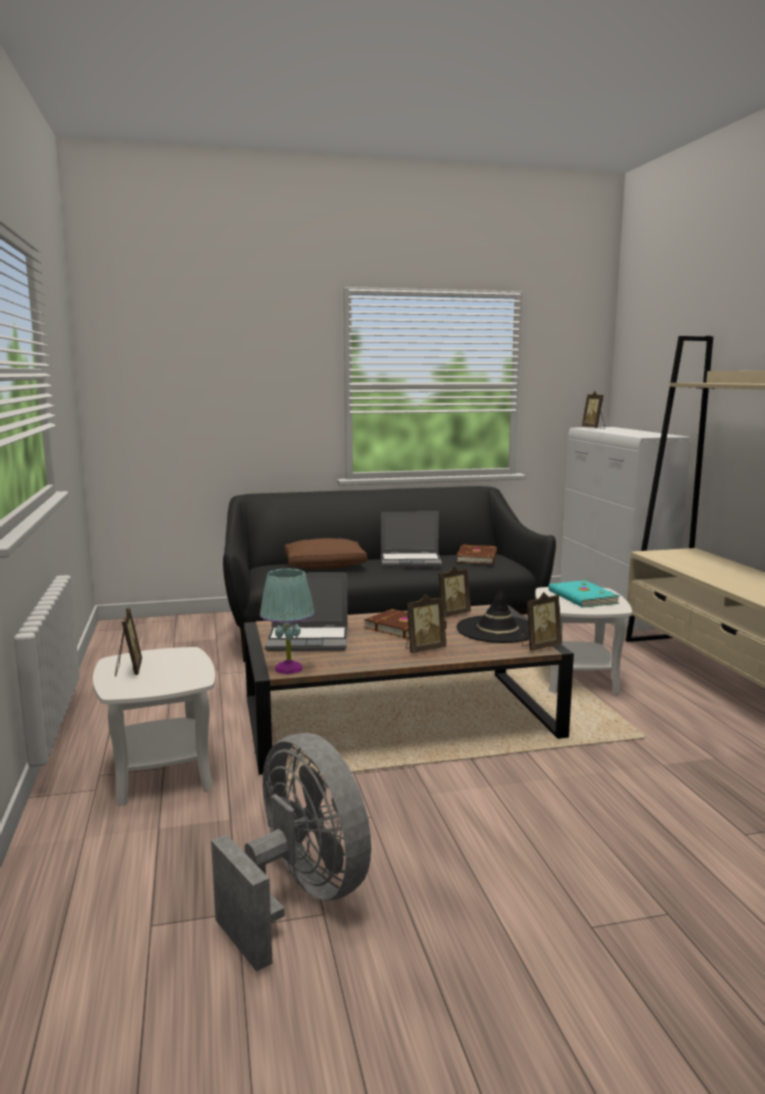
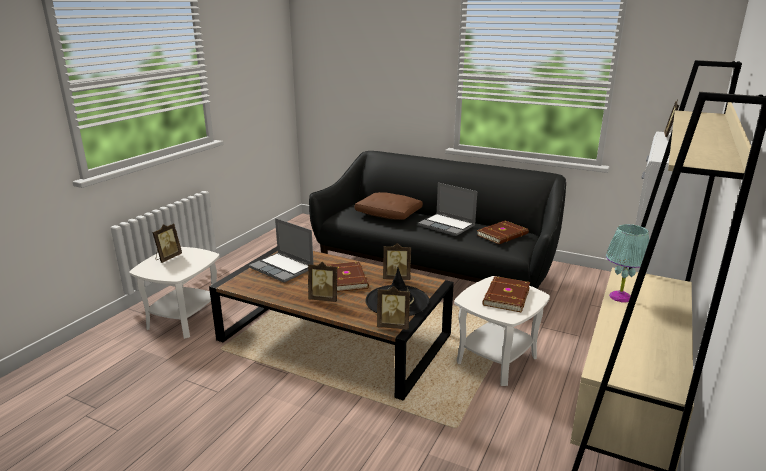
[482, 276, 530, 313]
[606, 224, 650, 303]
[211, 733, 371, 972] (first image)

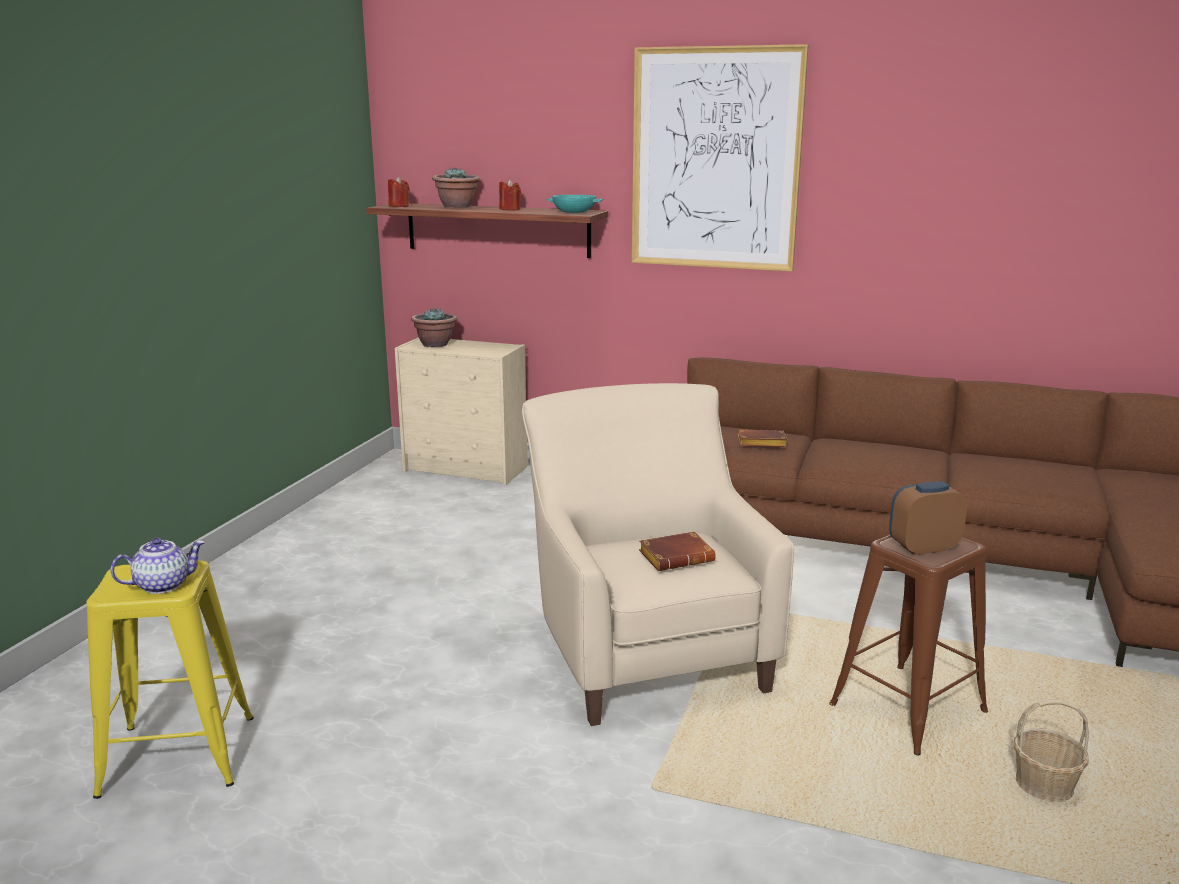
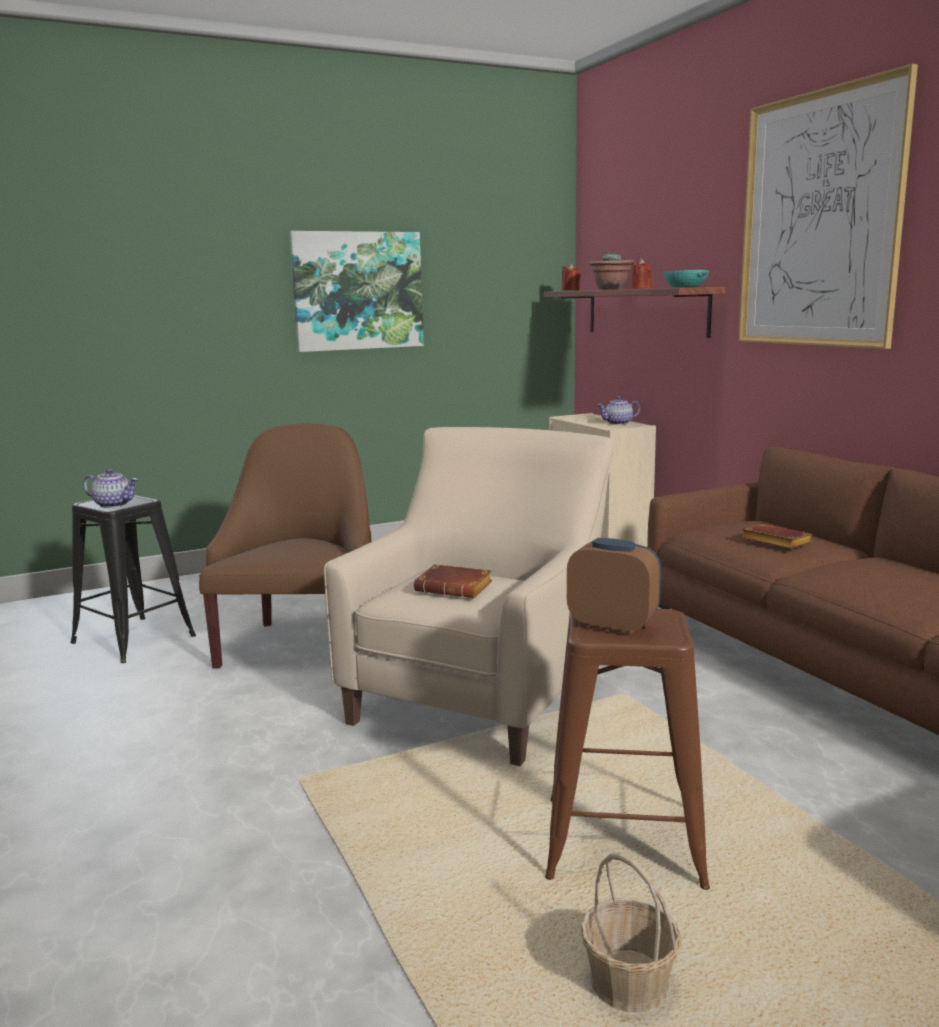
[70, 495, 196, 663]
[199, 423, 371, 668]
[289, 231, 424, 352]
[598, 396, 640, 425]
[411, 308, 457, 347] (first image)

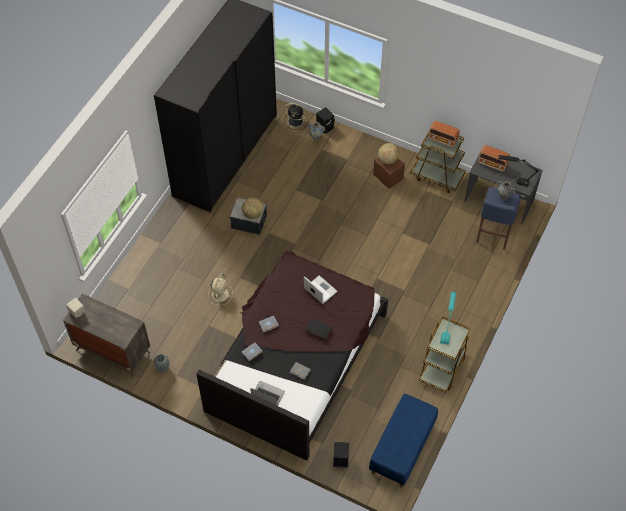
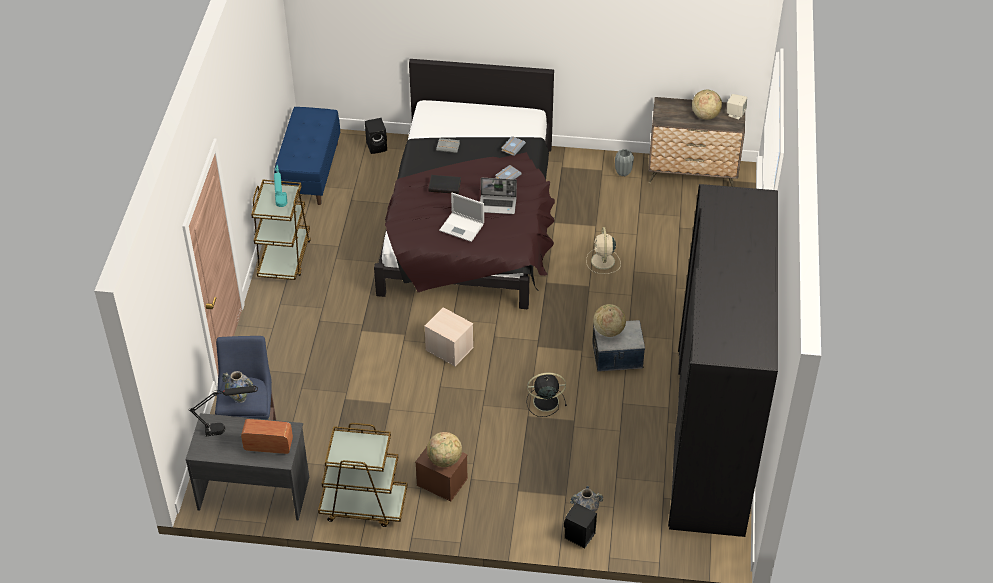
[424, 307, 474, 366]
[480, 178, 517, 214]
[526, 373, 567, 417]
[692, 90, 722, 120]
[429, 121, 460, 147] (first image)

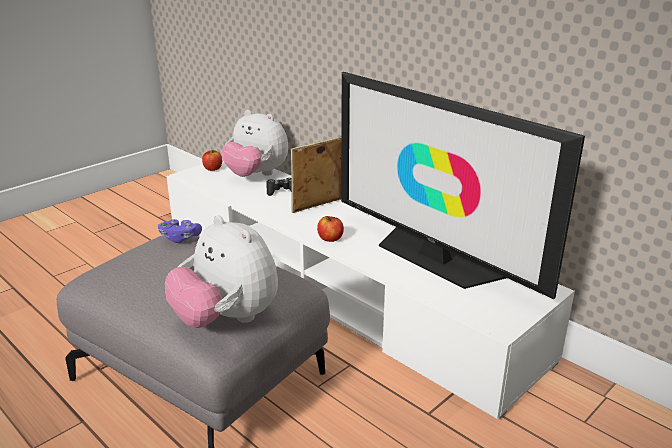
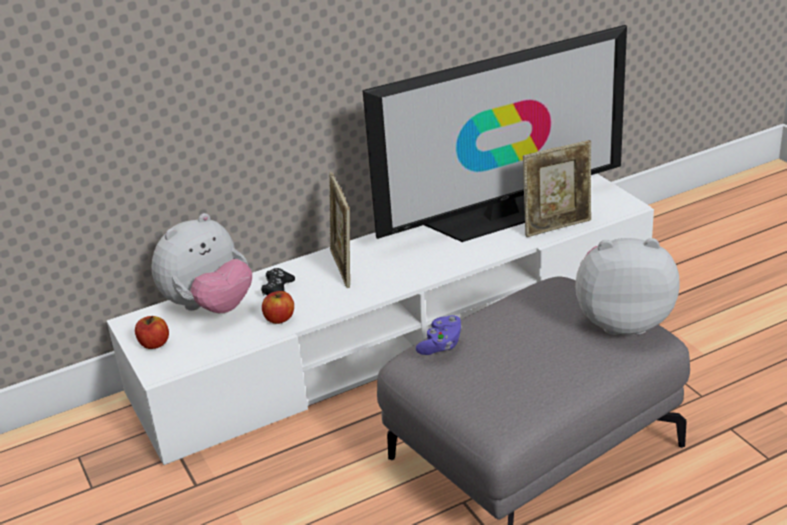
[262, 291, 294, 324]
[523, 140, 591, 237]
[575, 238, 680, 335]

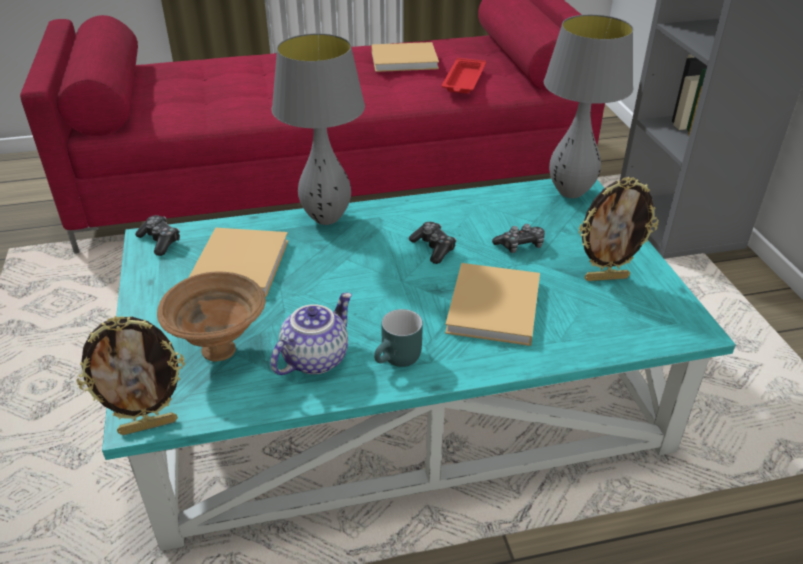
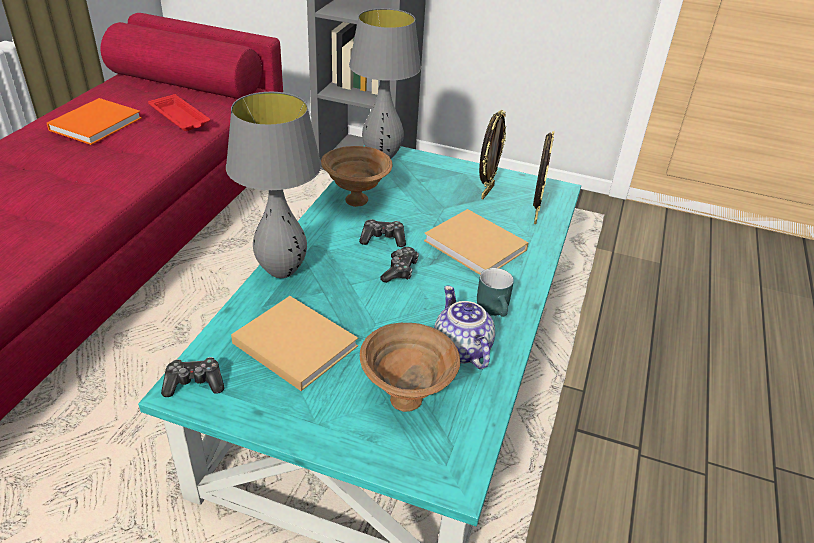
[47, 98, 142, 145]
[321, 146, 393, 207]
[380, 247, 419, 283]
[533, 131, 555, 224]

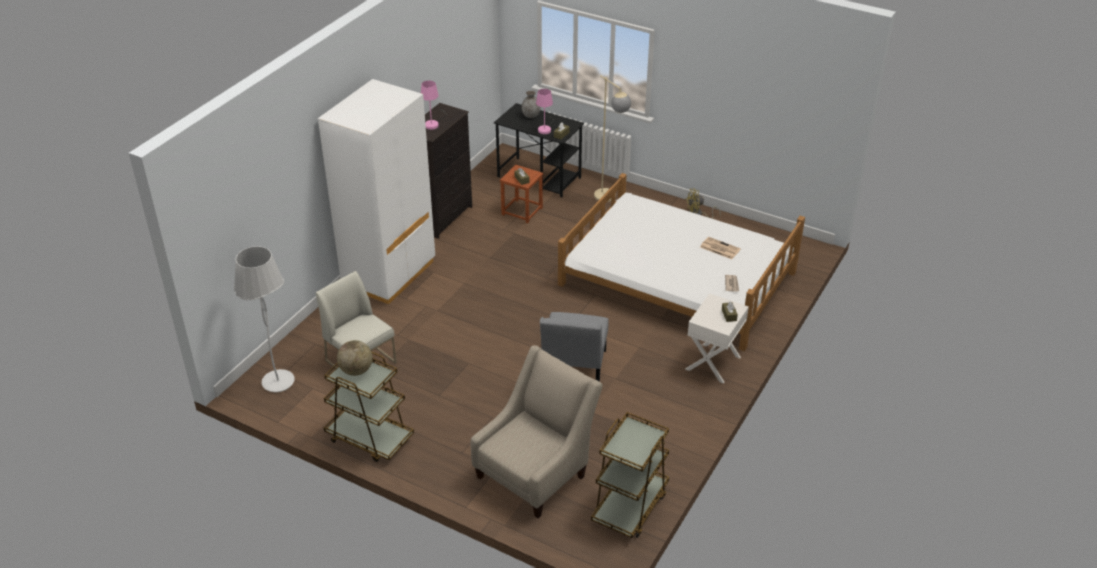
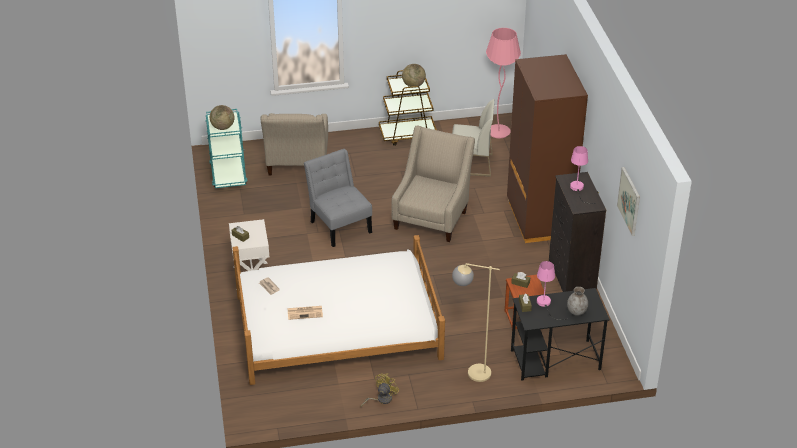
[205, 109, 247, 188]
[210, 105, 234, 130]
[391, 126, 475, 242]
[486, 28, 521, 138]
[507, 54, 588, 243]
[617, 167, 640, 236]

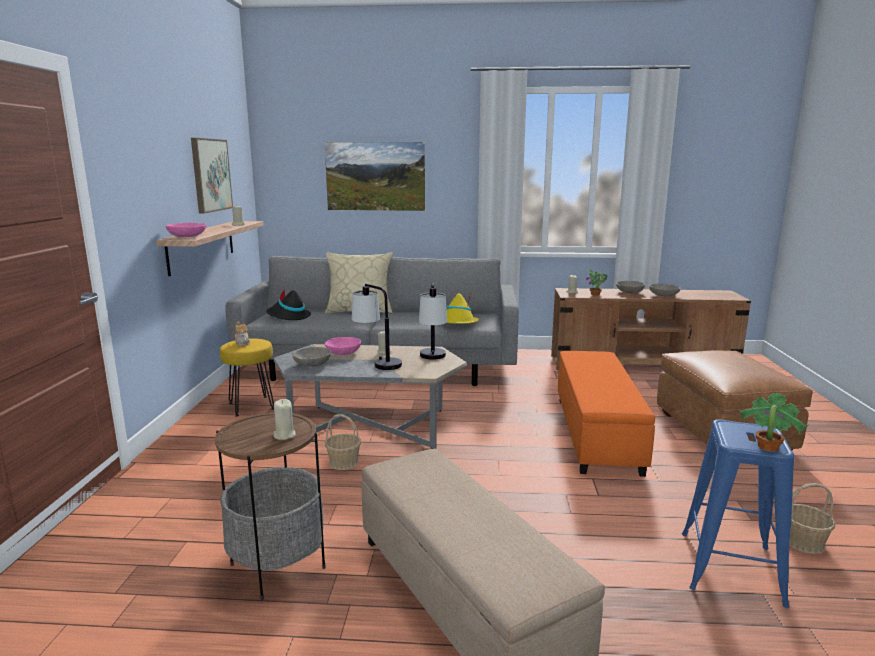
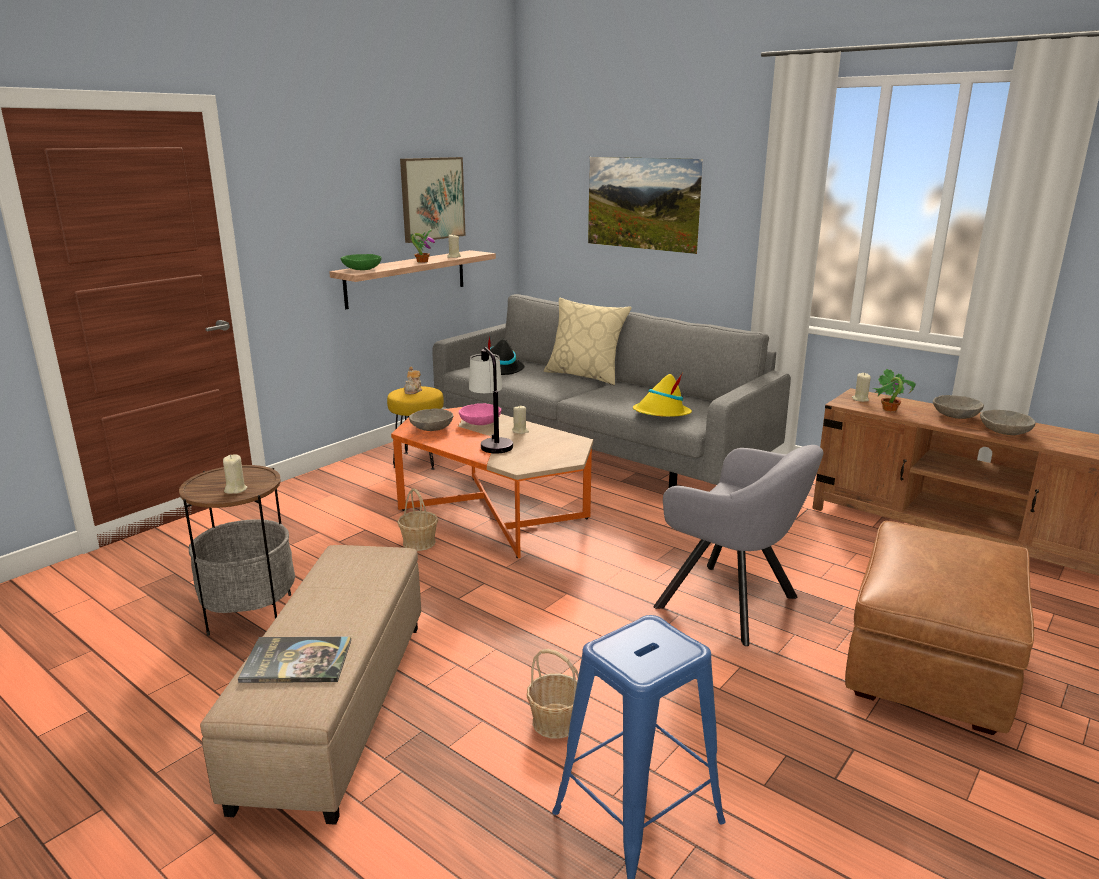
[238, 637, 351, 683]
[341, 254, 381, 270]
[391, 407, 593, 558]
[410, 229, 435, 263]
[527, 649, 579, 738]
[654, 445, 823, 646]
[419, 283, 447, 360] (first image)

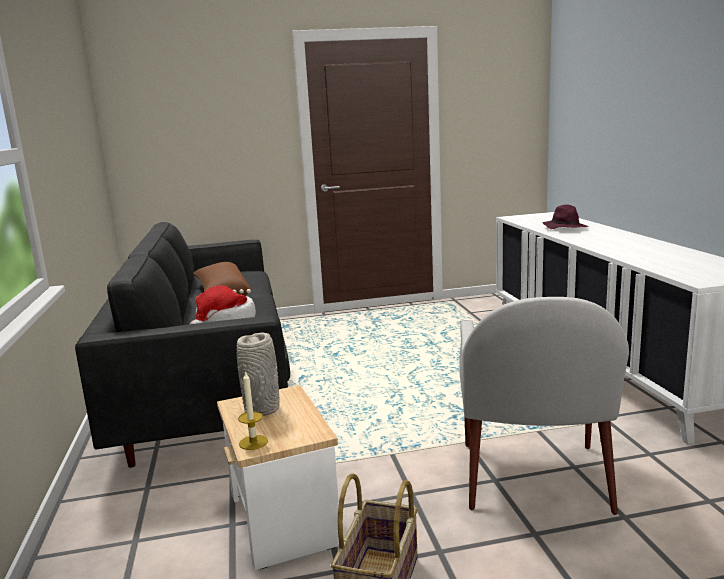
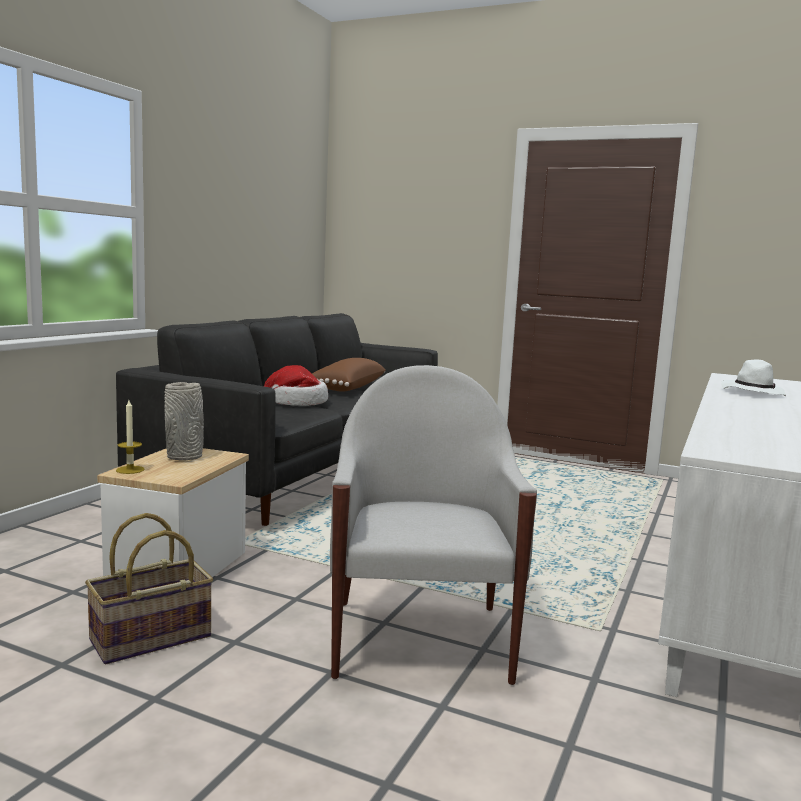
[330, 365, 537, 685]
[721, 360, 786, 396]

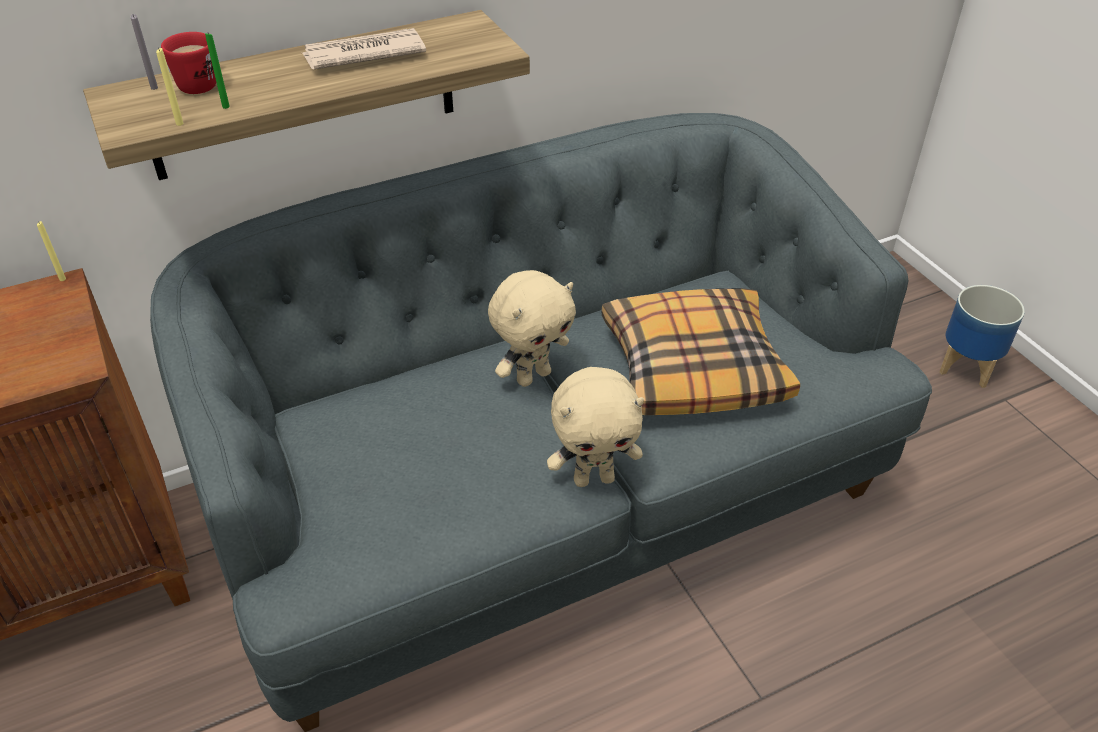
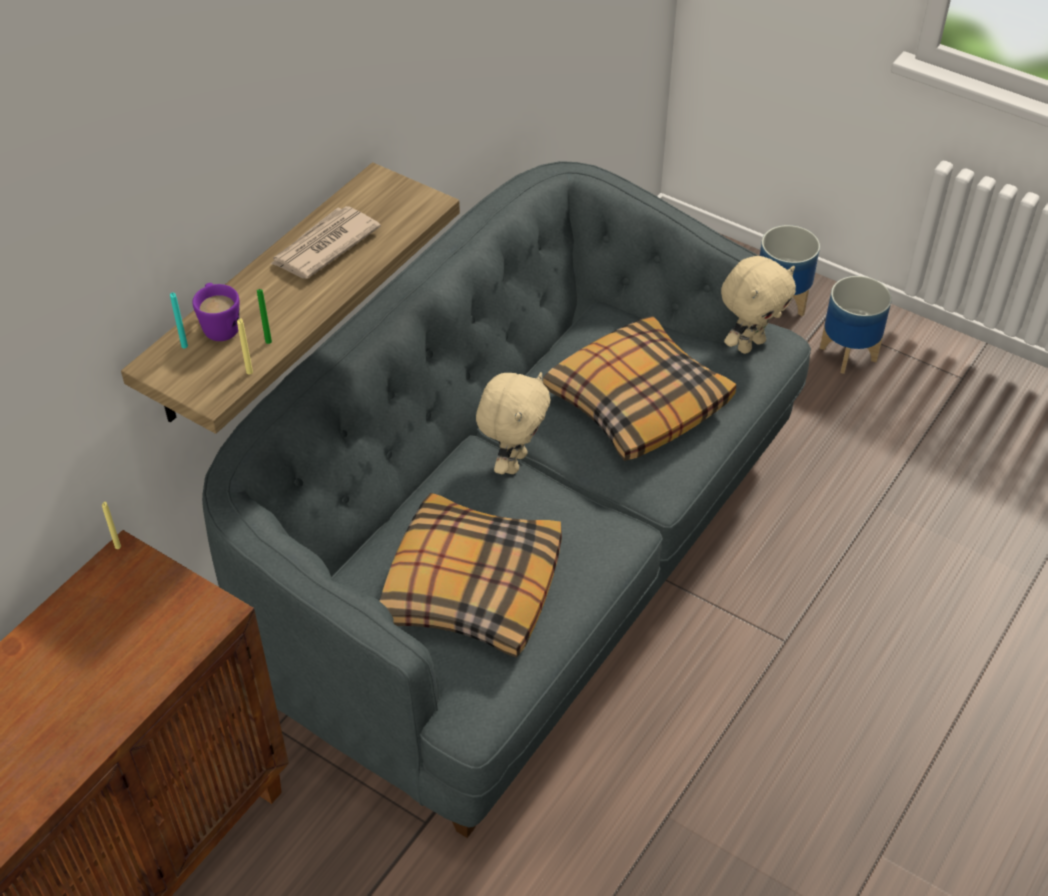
[170, 292, 188, 348]
[192, 283, 240, 341]
[379, 493, 562, 658]
[721, 256, 796, 354]
[820, 276, 892, 374]

